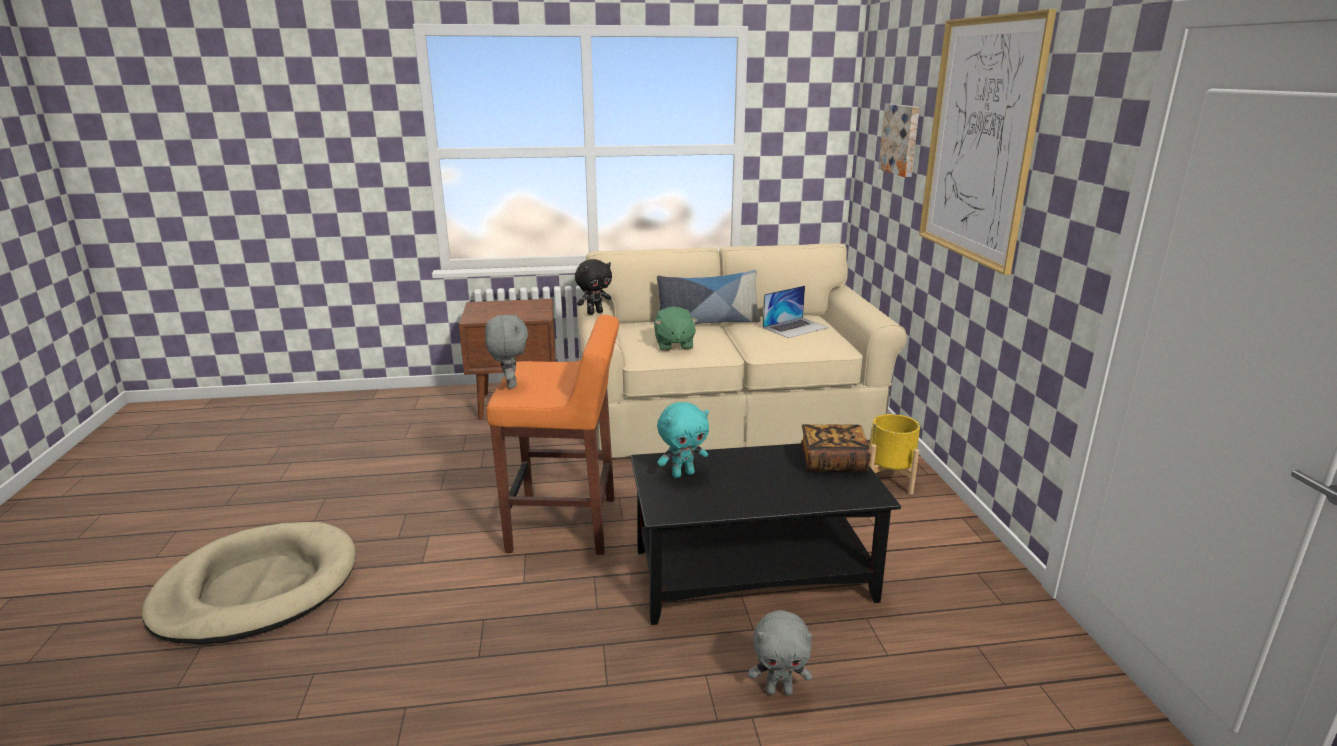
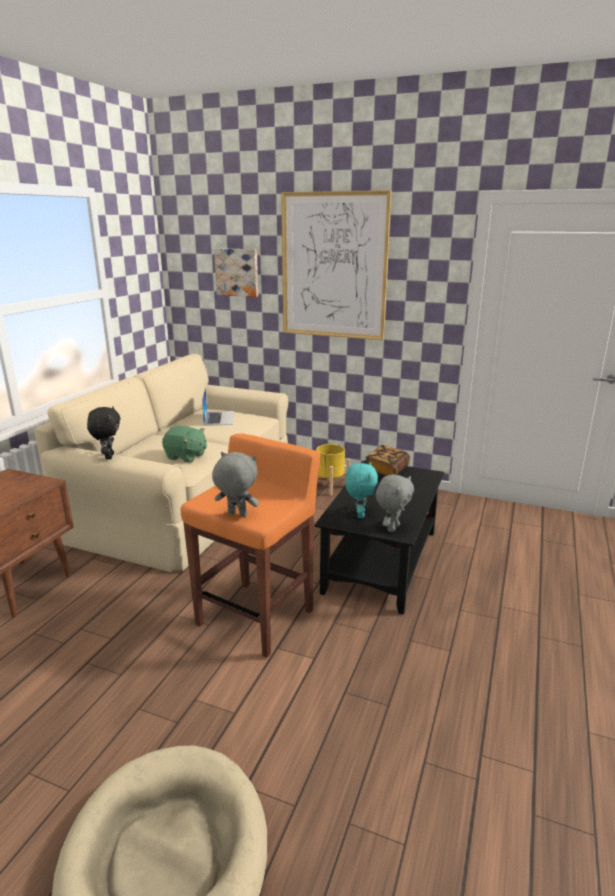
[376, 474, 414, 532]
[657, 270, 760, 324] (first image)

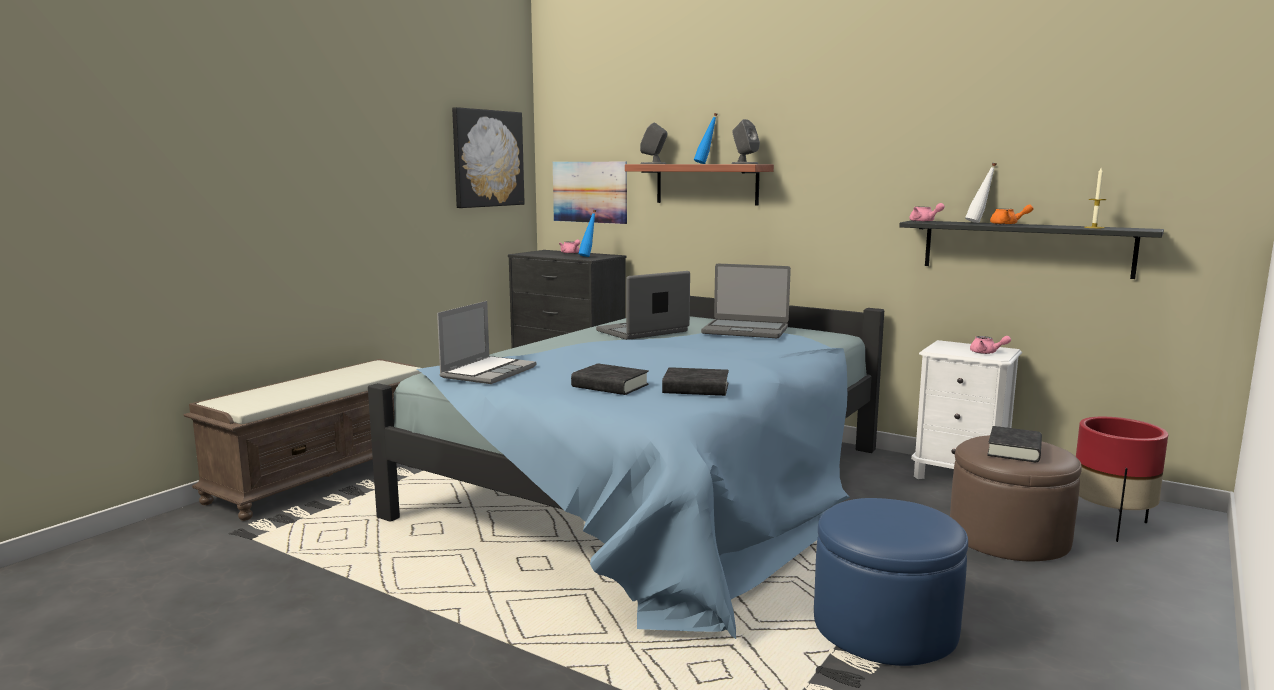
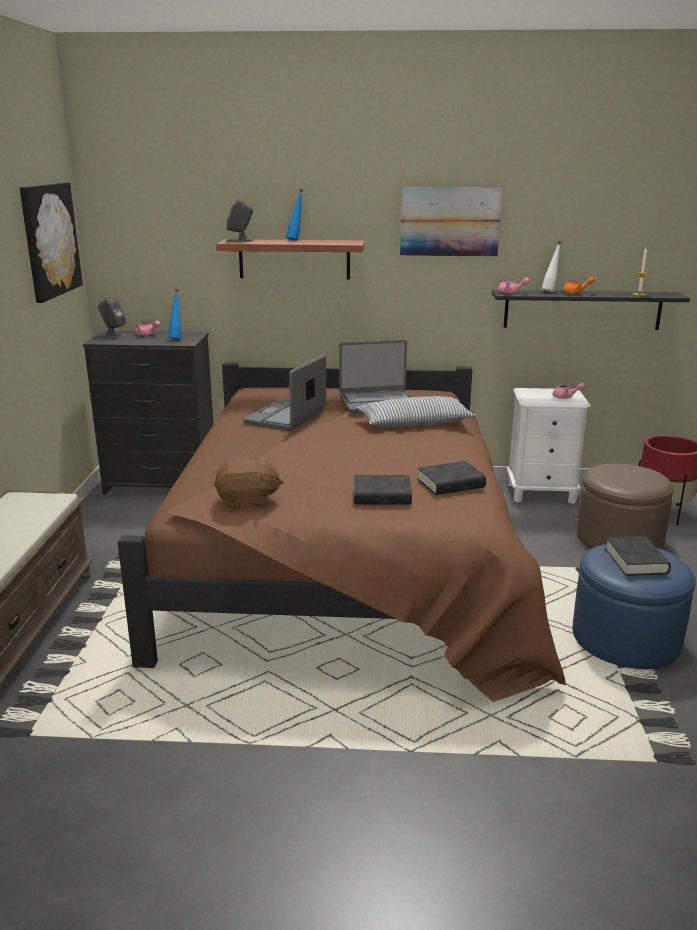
[98, 296, 127, 338]
[118, 362, 566, 702]
[214, 456, 283, 510]
[356, 396, 476, 427]
[400, 187, 502, 257]
[605, 536, 671, 576]

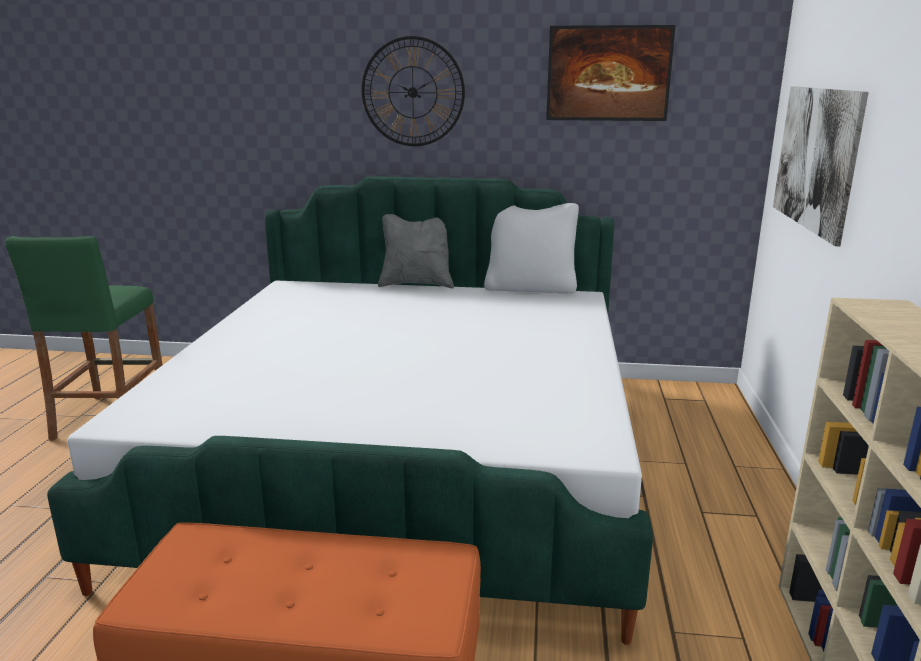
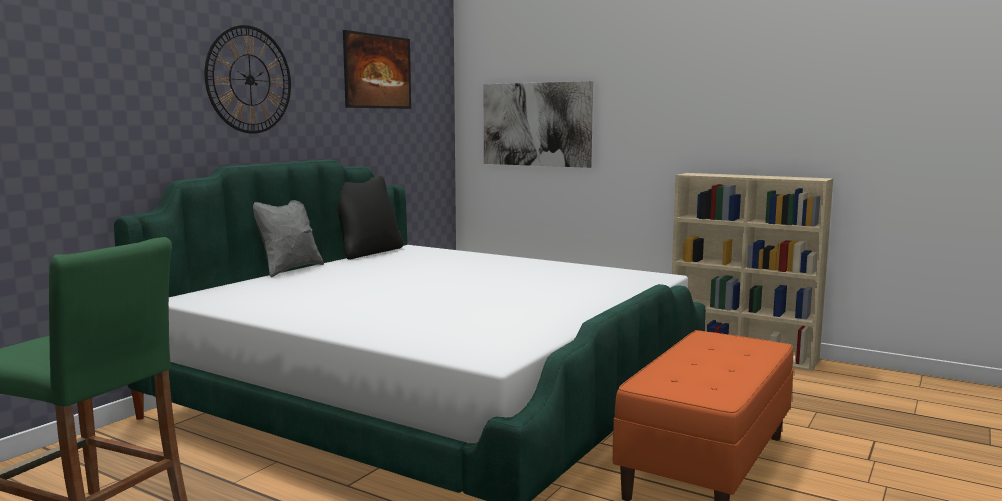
[338, 175, 403, 259]

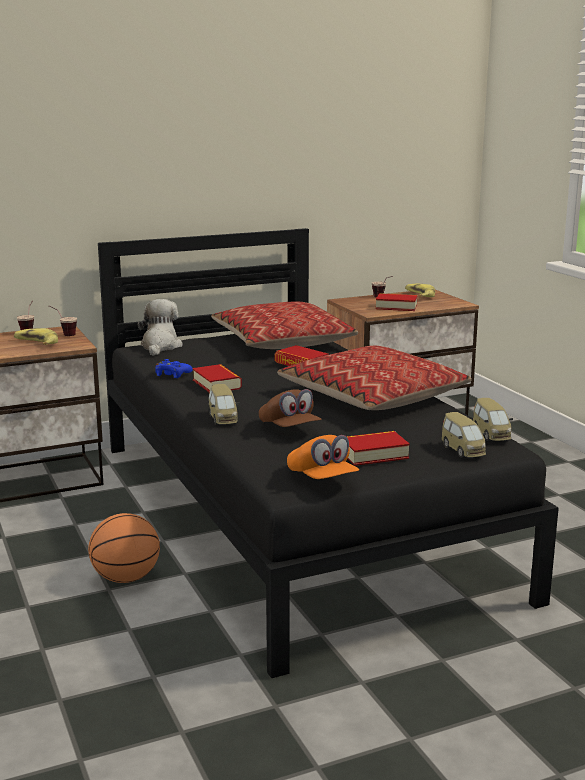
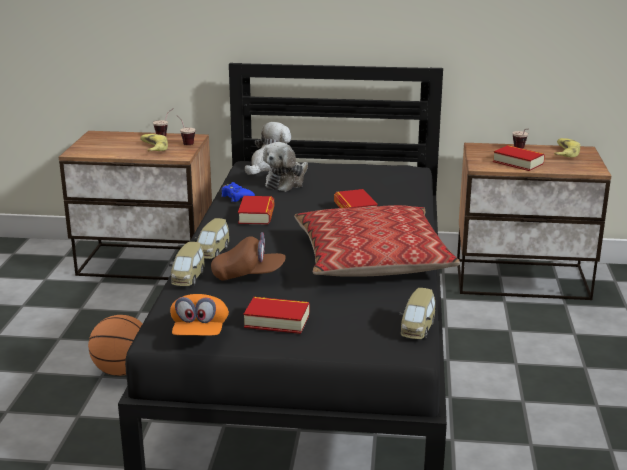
[169, 242, 205, 286]
[211, 232, 286, 281]
[263, 142, 308, 192]
[211, 301, 358, 349] (first image)

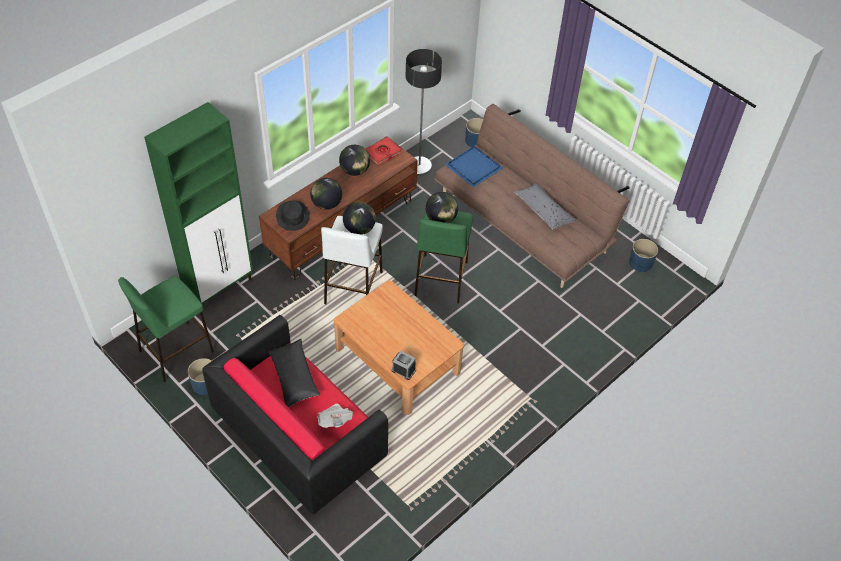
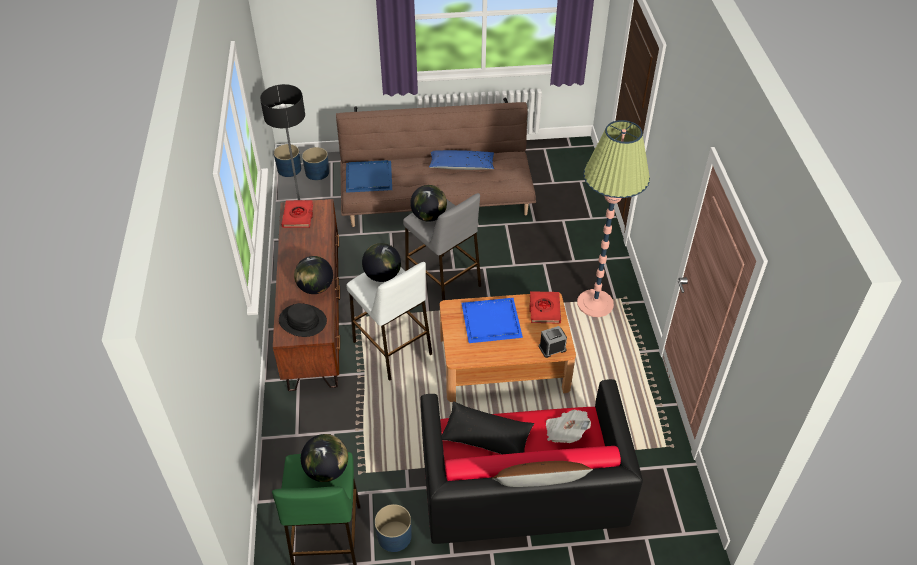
[274, 144, 301, 177]
[301, 434, 348, 482]
[403, 193, 481, 301]
[429, 150, 494, 170]
[461, 298, 523, 343]
[492, 461, 593, 487]
[529, 291, 561, 324]
[577, 120, 650, 317]
[144, 102, 253, 312] (first image)

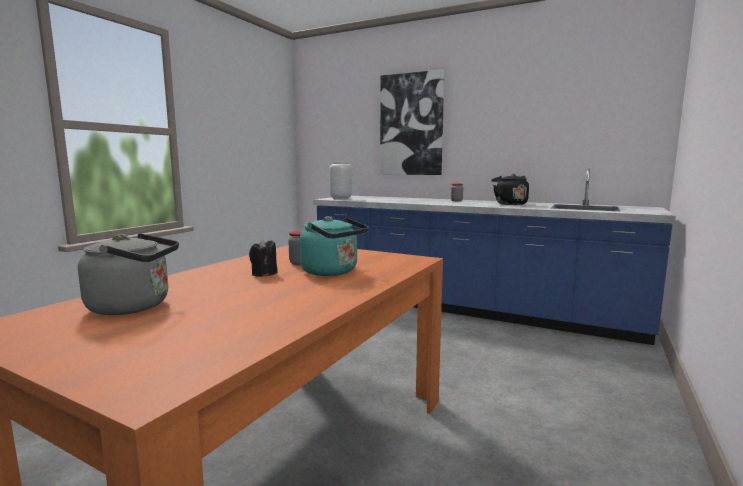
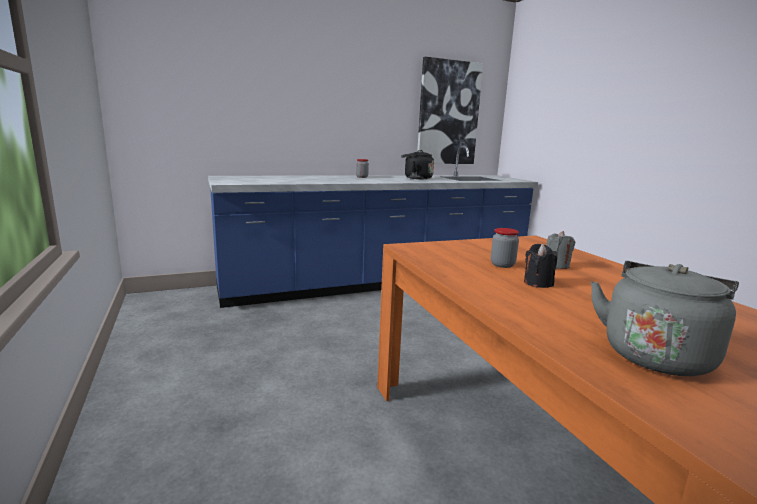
[417, 57, 483, 164]
[546, 231, 575, 269]
[329, 162, 352, 200] (first image)

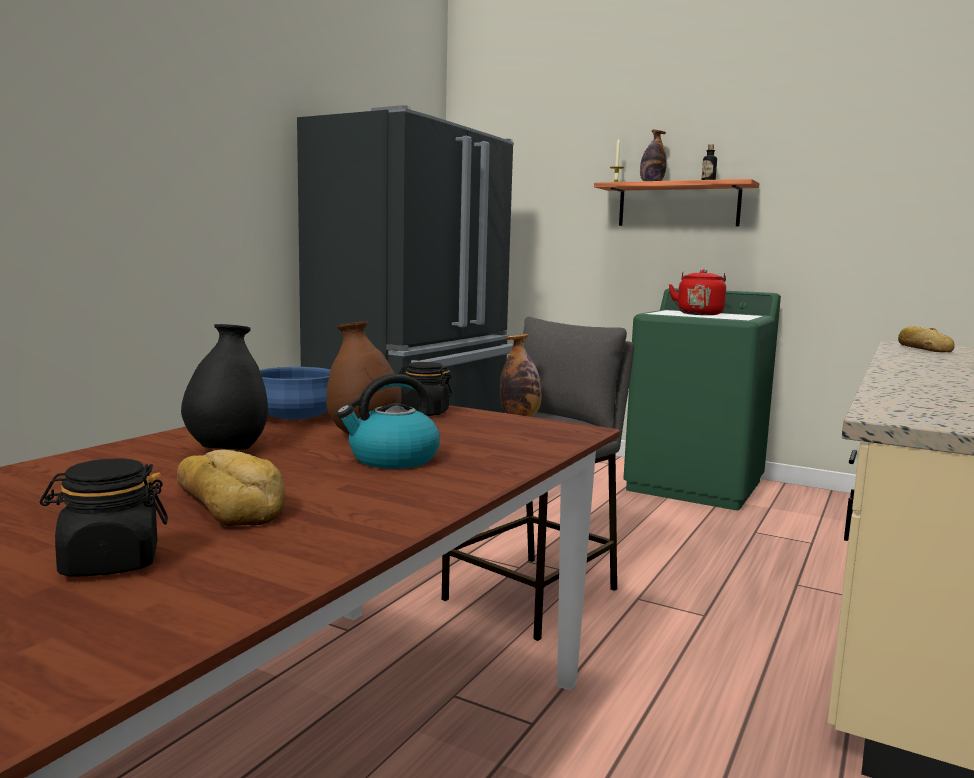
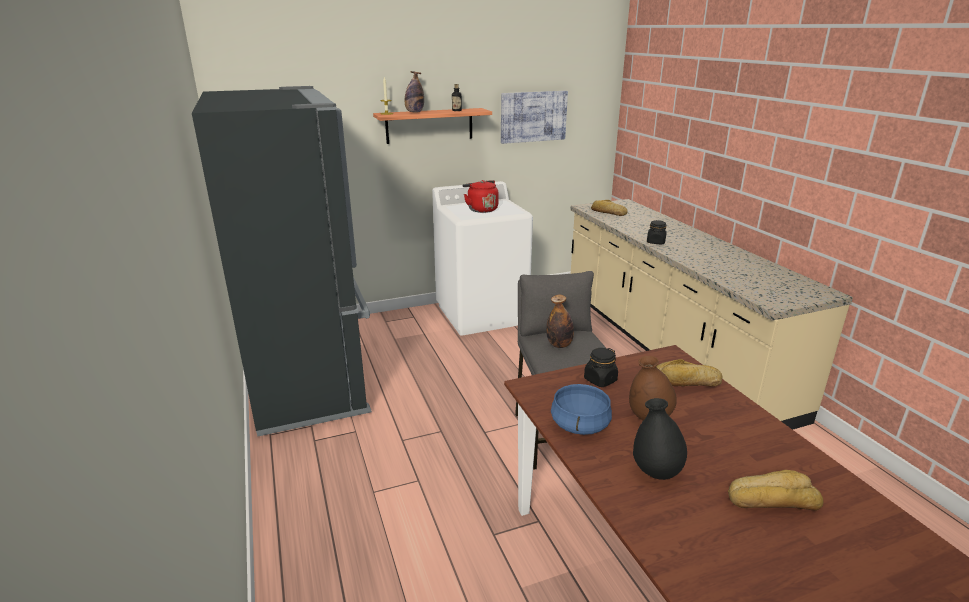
[432, 181, 533, 336]
[501, 91, 568, 144]
[647, 220, 667, 244]
[656, 359, 723, 387]
[337, 374, 440, 469] (first image)

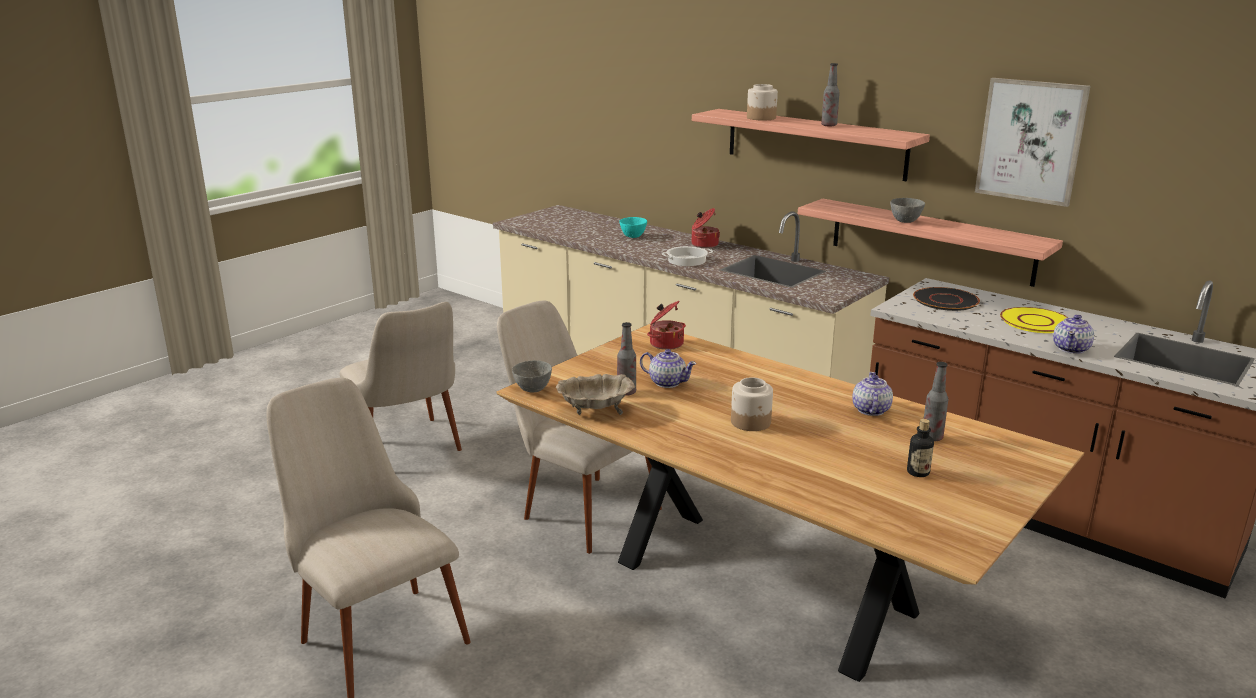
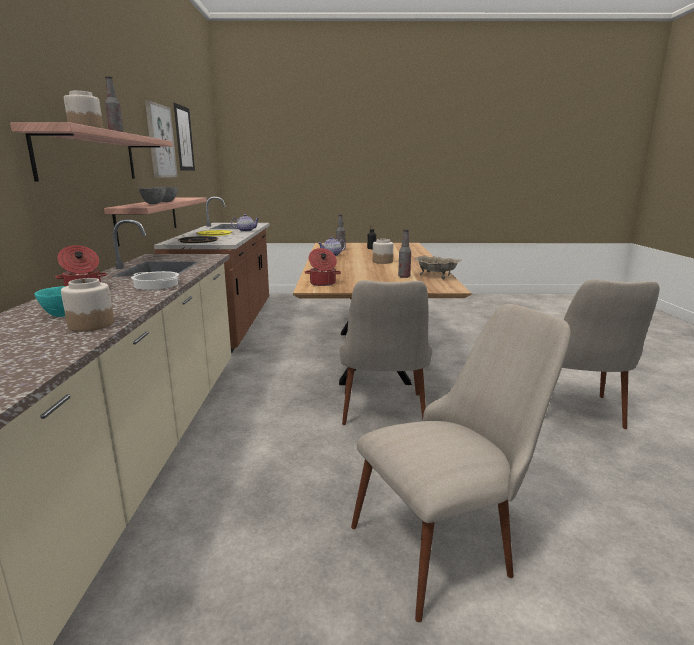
[61, 278, 114, 332]
[139, 188, 166, 204]
[174, 103, 195, 171]
[351, 304, 571, 622]
[640, 349, 697, 388] (first image)

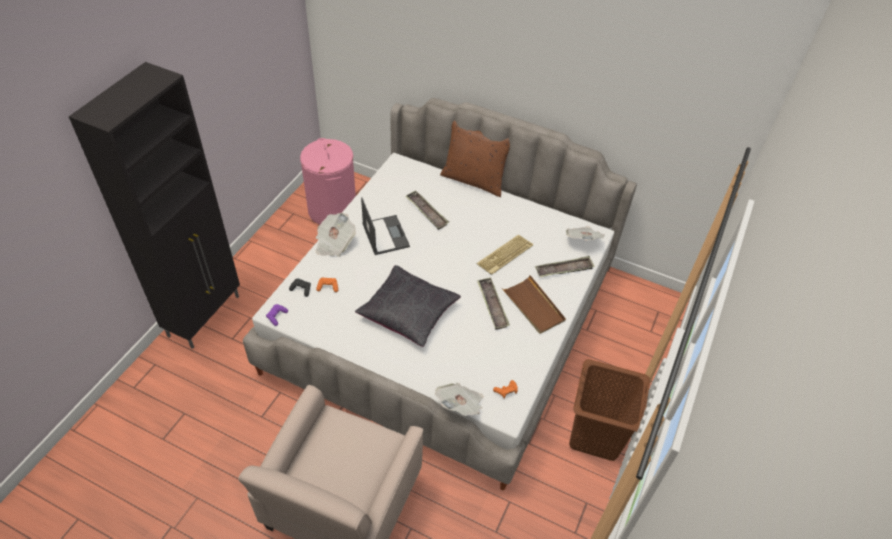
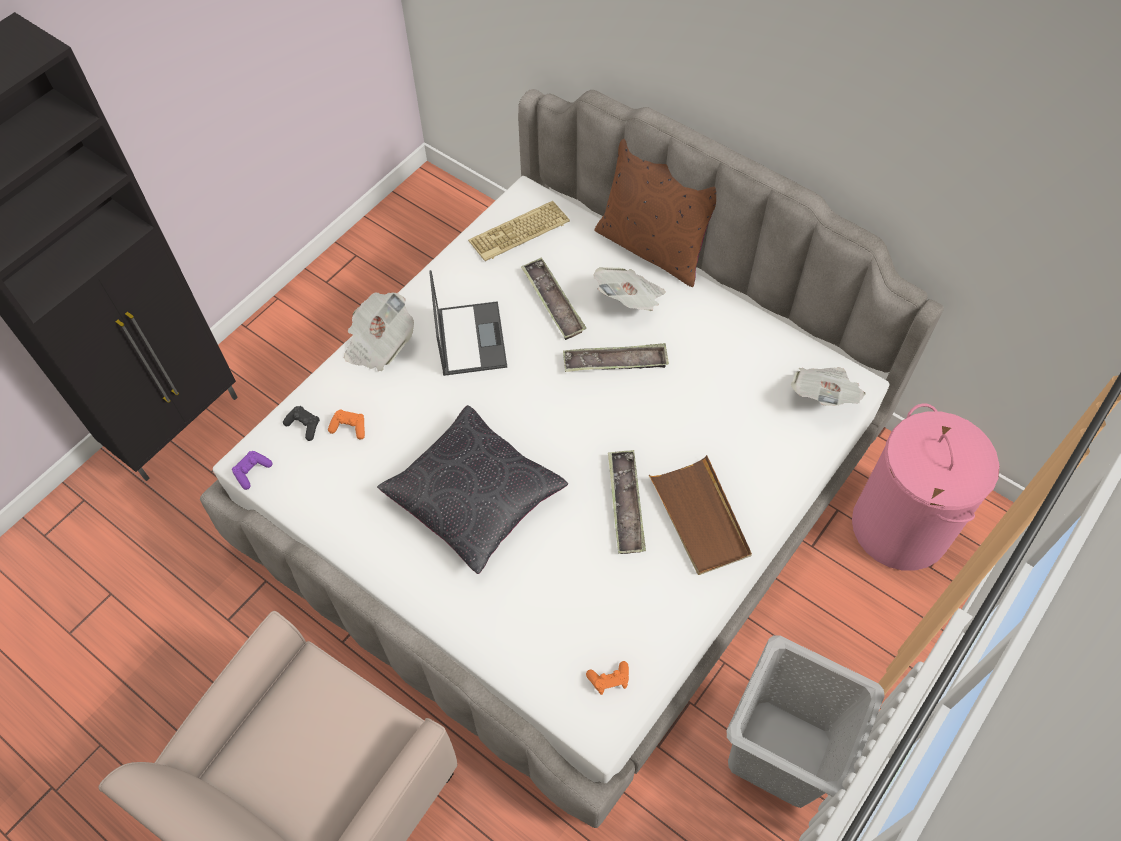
[468, 201, 570, 261]
[563, 343, 669, 372]
[593, 267, 666, 311]
[727, 635, 885, 808]
[852, 404, 1000, 571]

